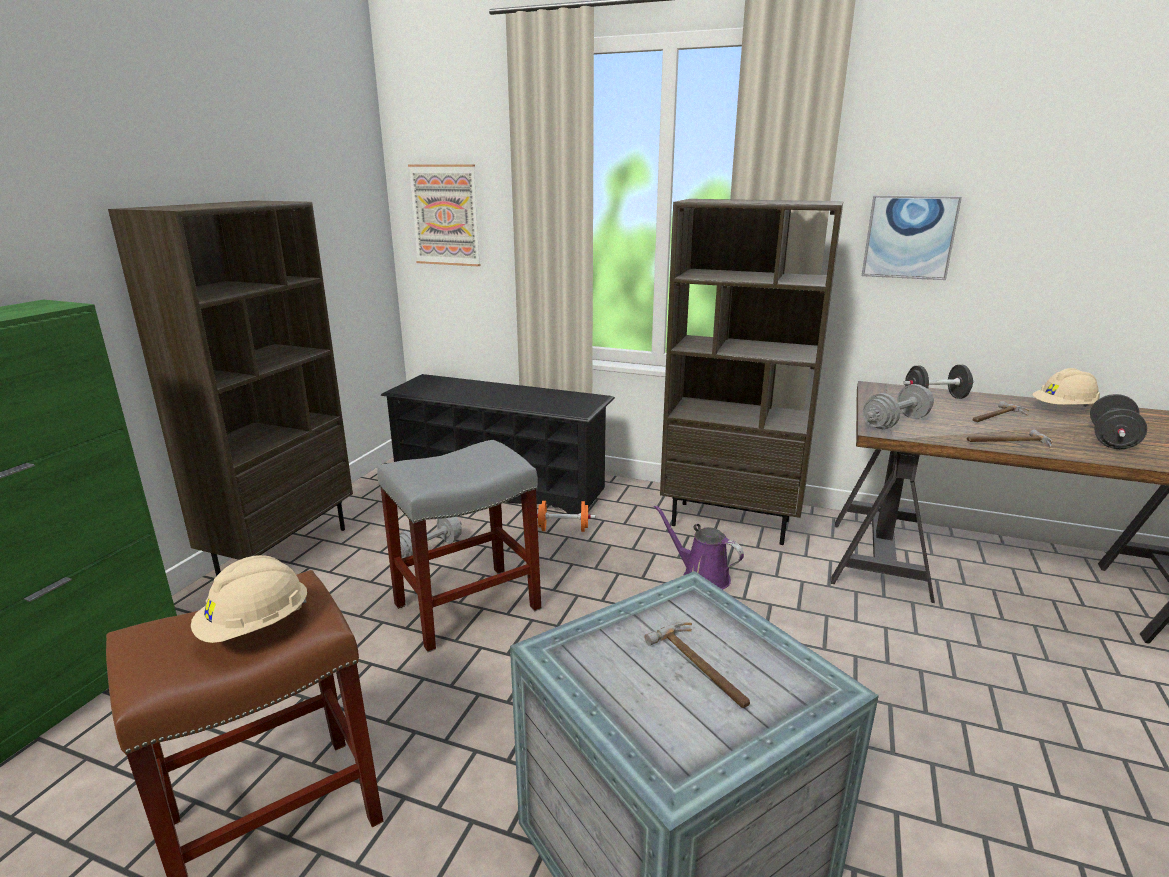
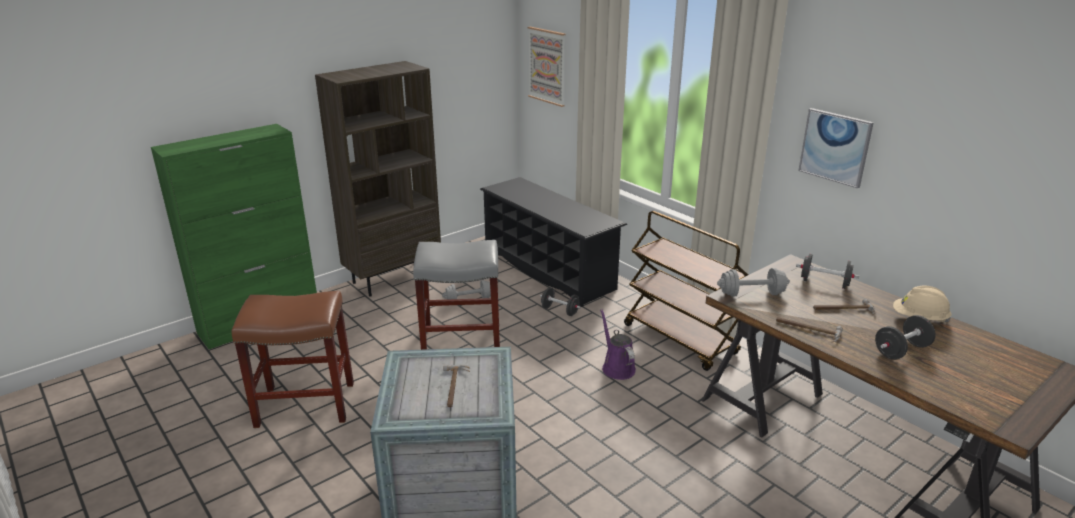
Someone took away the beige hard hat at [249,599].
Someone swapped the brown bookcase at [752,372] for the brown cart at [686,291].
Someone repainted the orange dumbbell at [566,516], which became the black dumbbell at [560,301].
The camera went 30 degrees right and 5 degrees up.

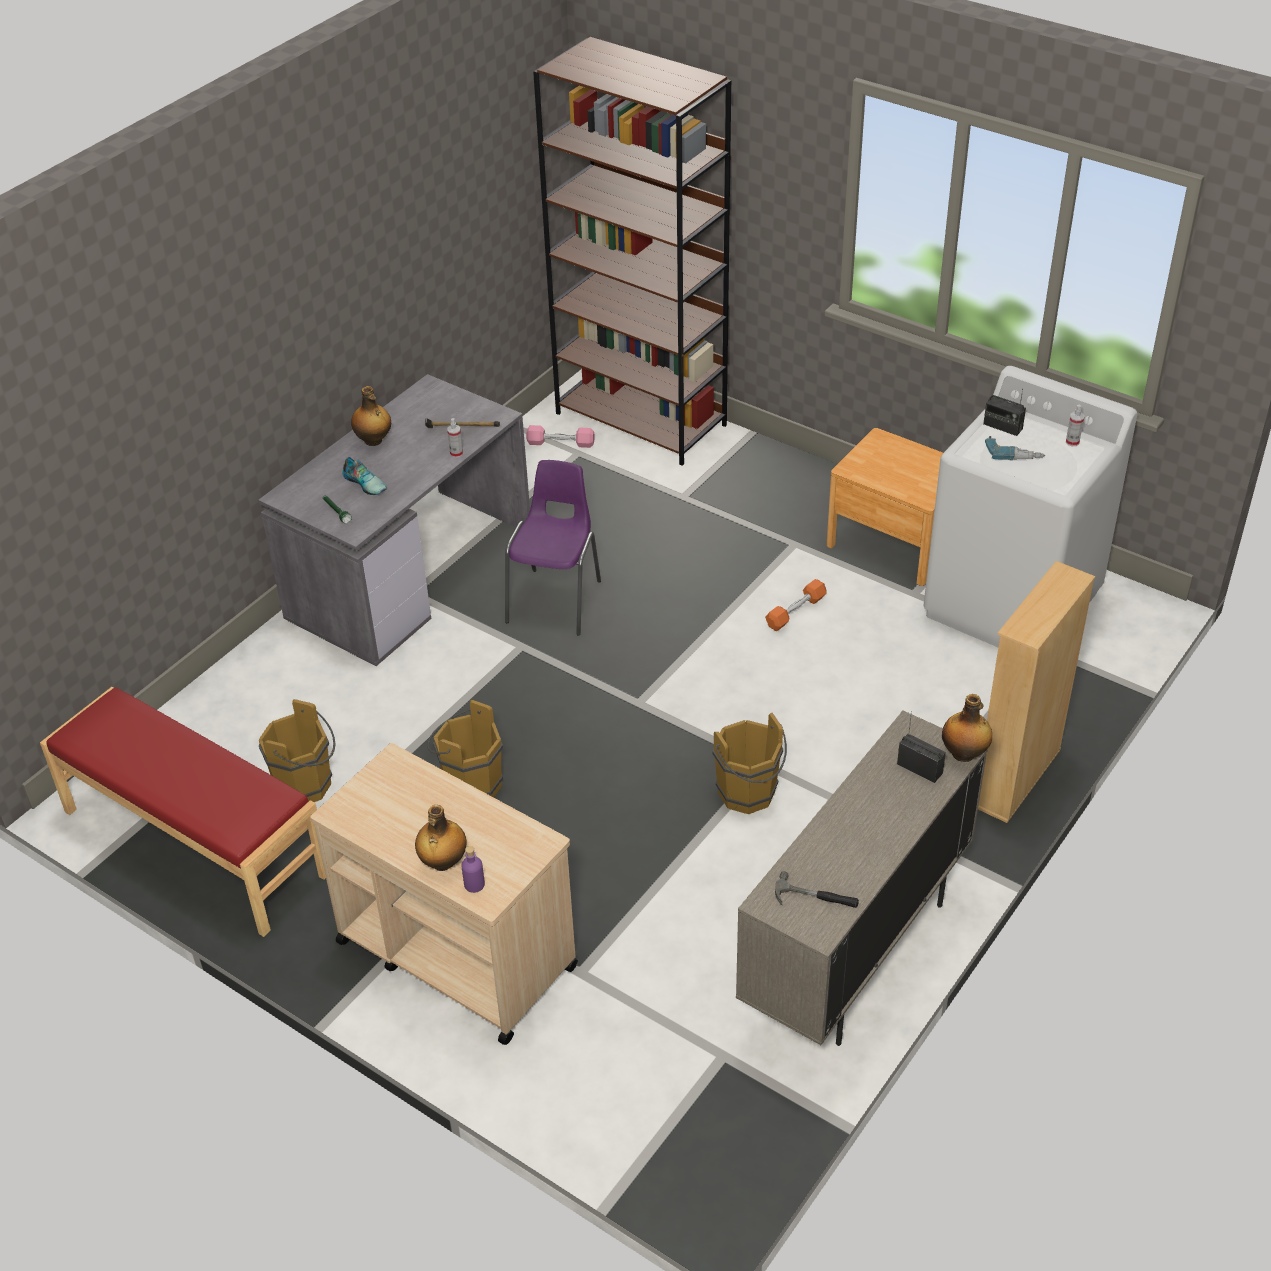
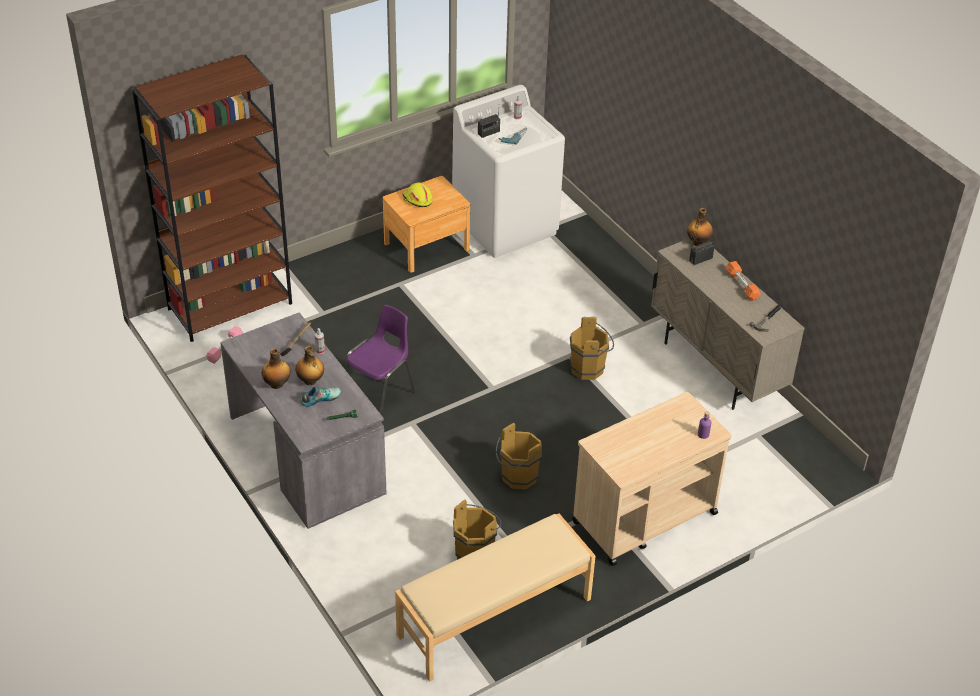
Someone took away the beige bookcase at [1036,692].
Someone put down the yellow hard hat at [417,195].
Someone carried the bottle from [441,838] to [310,365].
Someone carried the orange dumbbell from [796,605] to [743,281].
Someone repainted the red bench at [183,812], which became the beige bench at [495,598].
Someone rotated the purple chair at [553,548] by 90 degrees clockwise.
The camera went 70 degrees left and 0 degrees up.

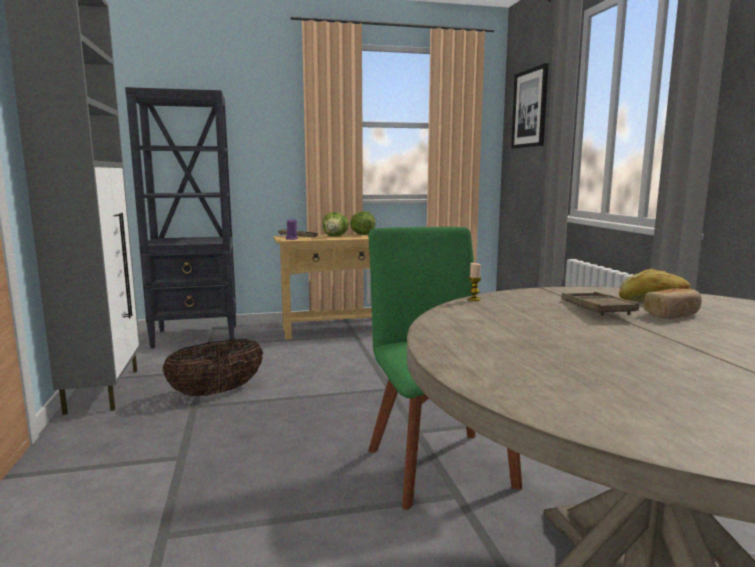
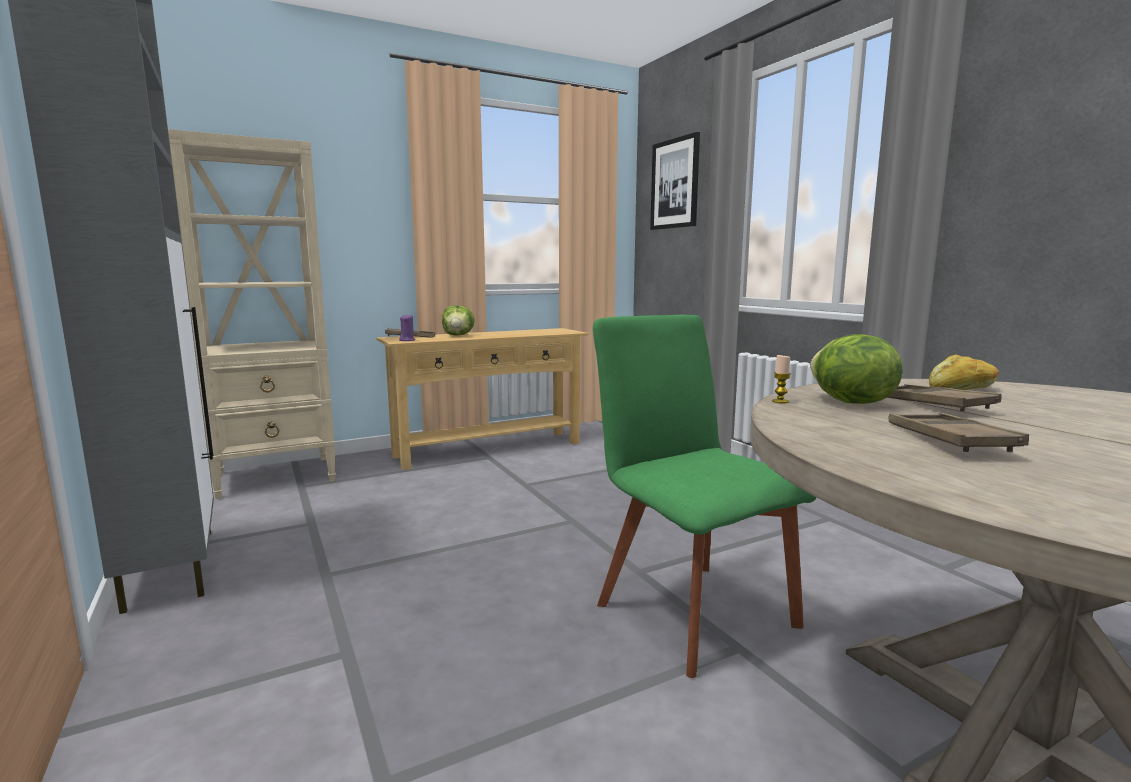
Someone took away the basket at [212,367].
Someone took away the bread at [673,303].
Someone put down the brown tray at [958,432].
Someone carried the lettuce from [362,223] to [856,369].
Someone repainted the black bookcase at [180,218], which became the beige bookcase at [252,314].
The camera went 15 degrees left and 0 degrees up.

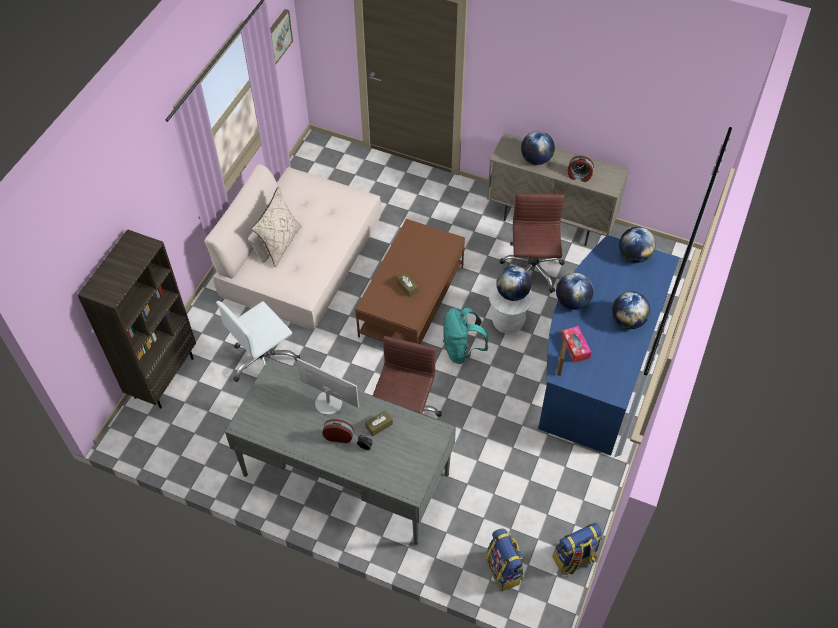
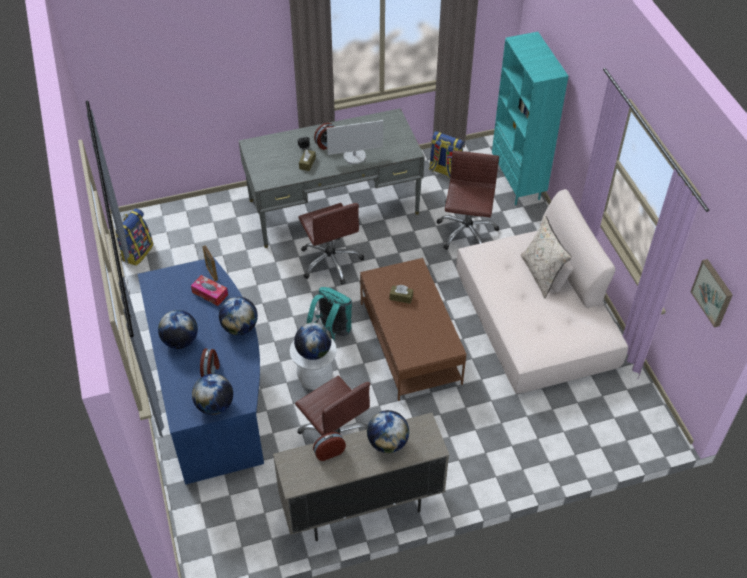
Someone put down the alarm clock at [210,363].
Someone carried the backpack from [505,560] to [446,154].
Someone repainted the brown bookcase at [137,319], which became the turquoise bookcase at [530,118].
Someone repainted the white office chair at [258,341], which became the brown office chair at [467,200].
The camera went 140 degrees right and 5 degrees down.

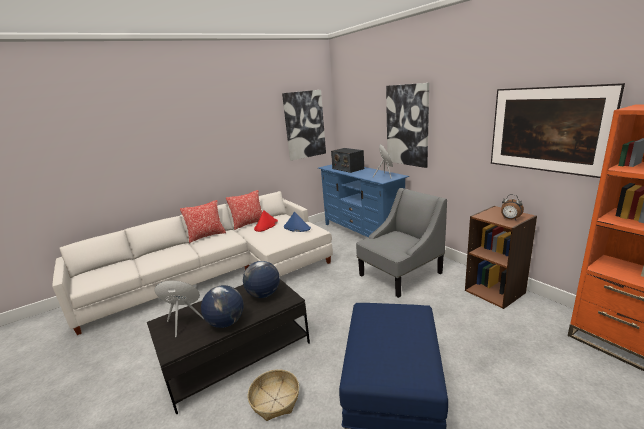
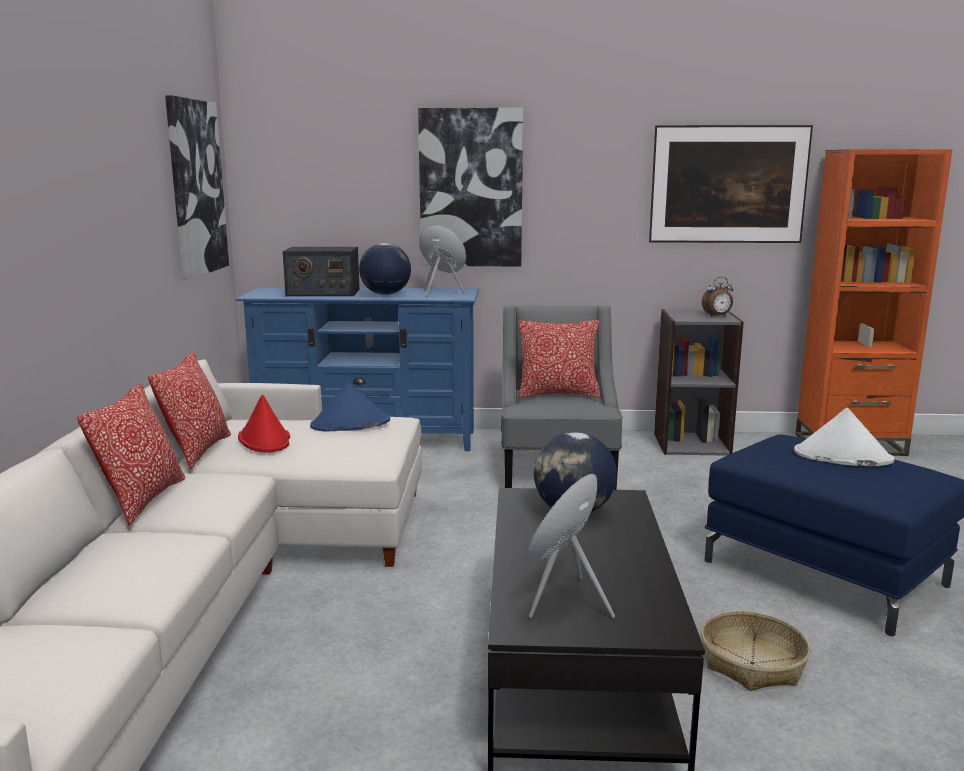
Someone put down the pillow at [559,359].
Someone put down the white hat at [844,436].
Someone carried the globe from [222,306] to [385,269].
Someone repainted the brown bookcase at [501,257], which became the grey bookcase at [699,382].
The camera went 55 degrees left and 5 degrees down.

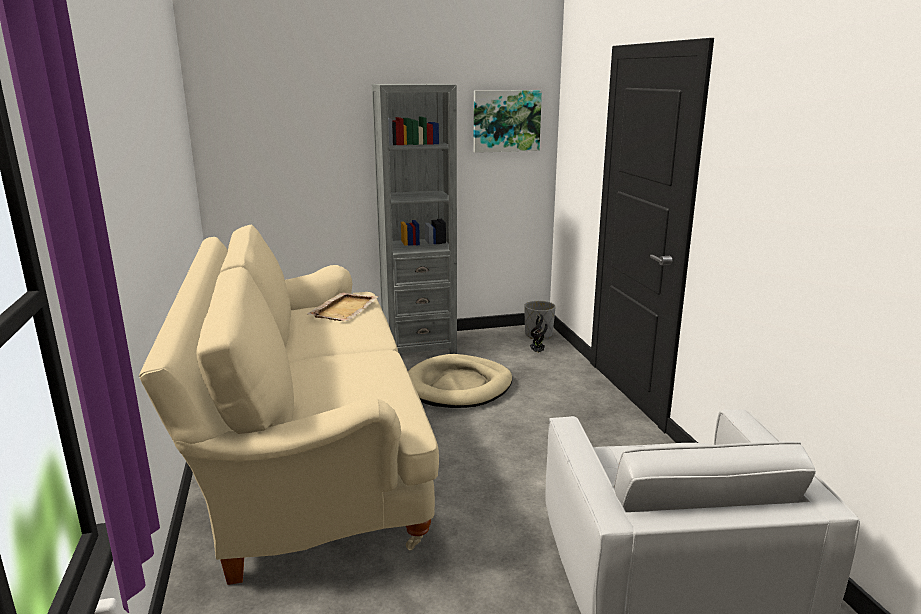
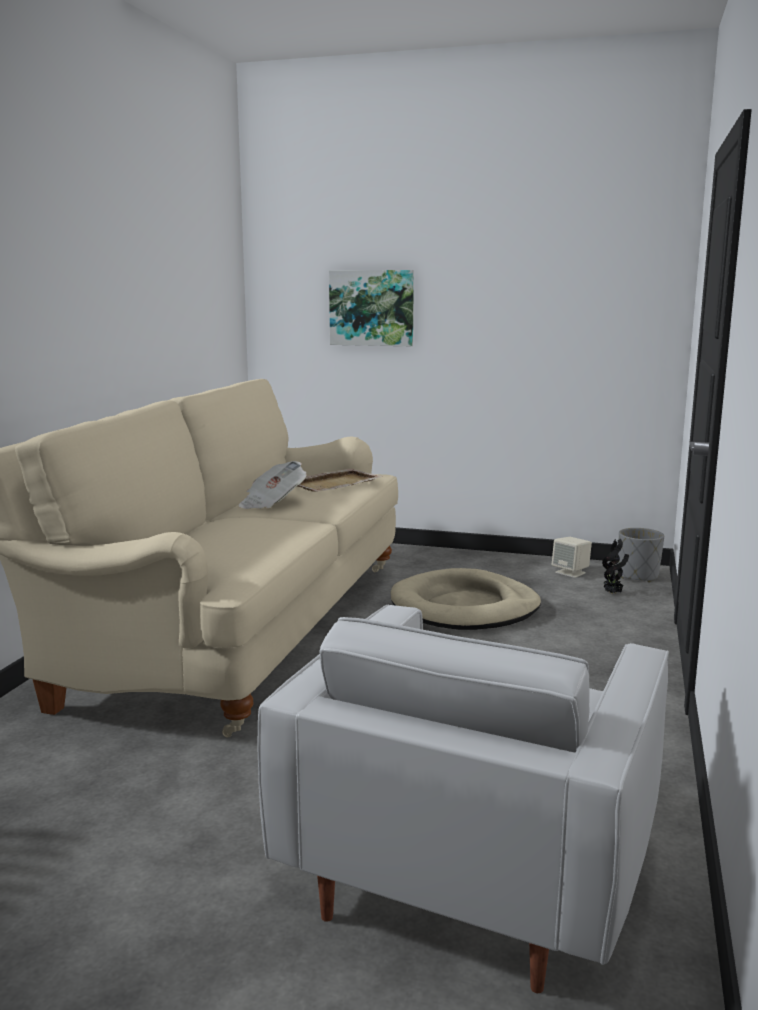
Someone took away the grey bookcase at [414,219].
Someone put down the newspaper at [272,485].
Someone put down the beige speaker at [572,557].
Someone carried the picture from [507,121] to [371,308].
The camera went 30 degrees right and 5 degrees down.

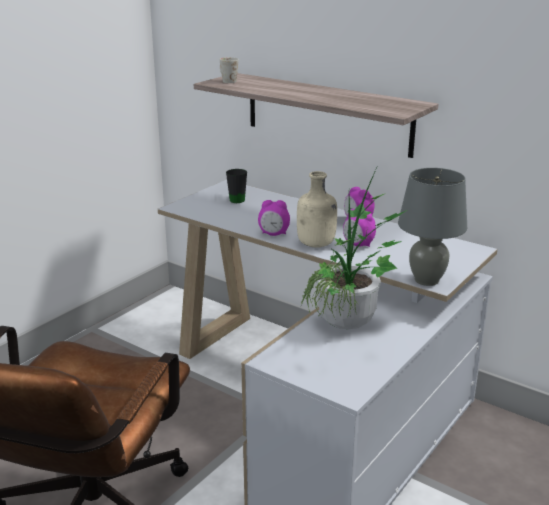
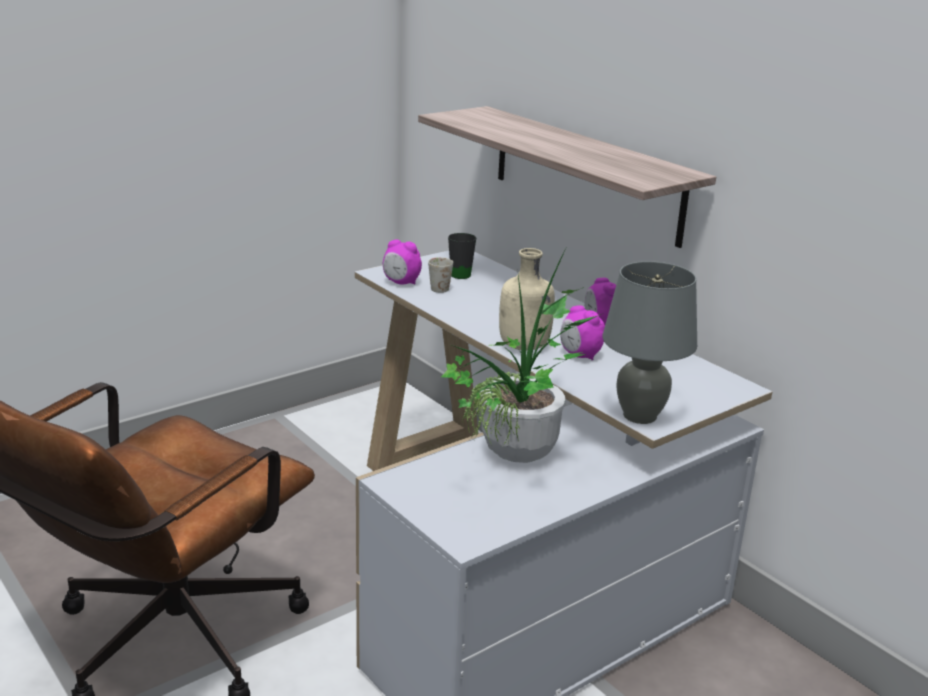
Someone carried the white mug from [229,70] to [440,275].
Someone carried the alarm clock from [274,218] to [402,262].
The camera went 15 degrees right and 0 degrees up.

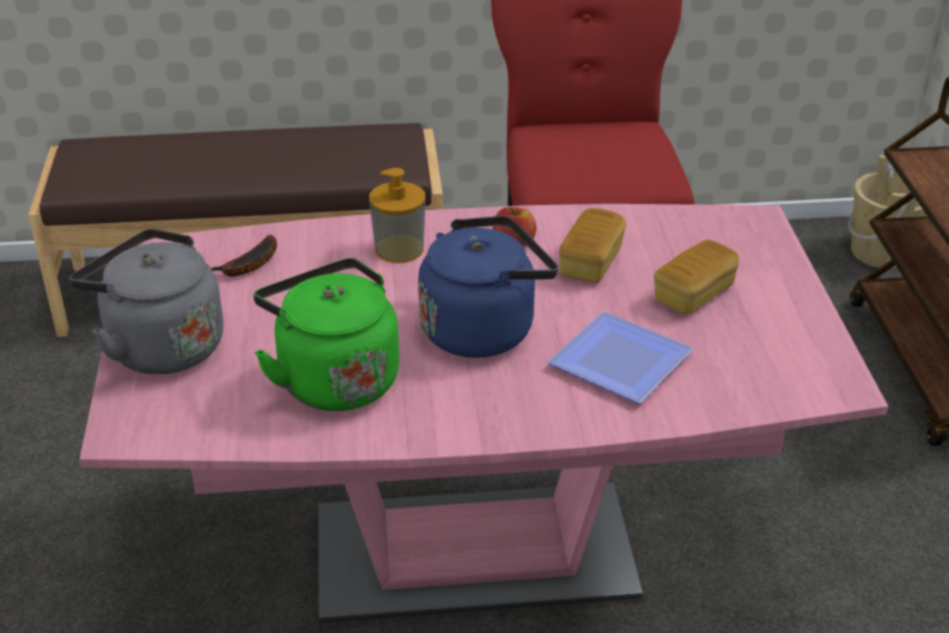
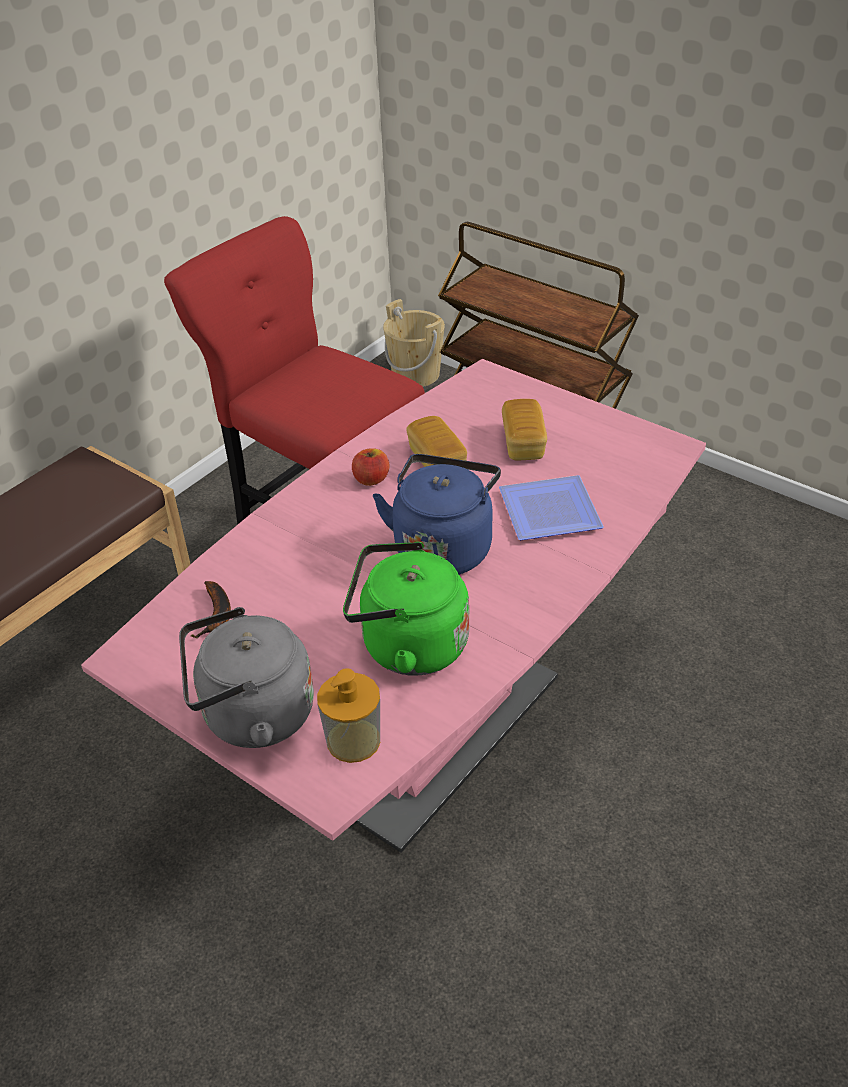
Someone carried the soap dispenser from [397,215] to [348,715].
The camera went 45 degrees left and 5 degrees up.

